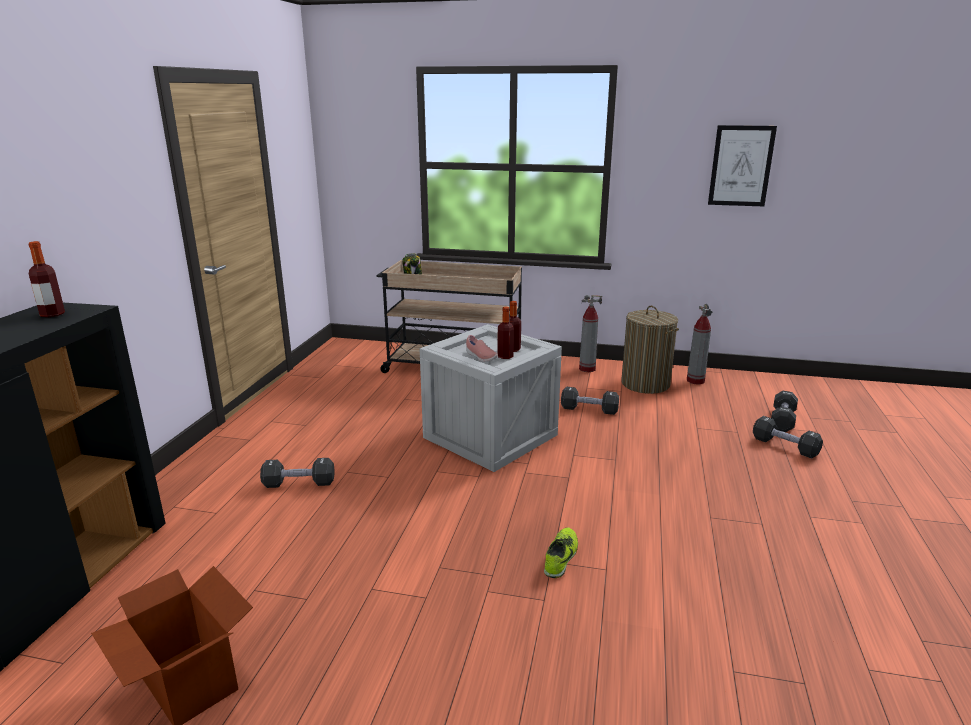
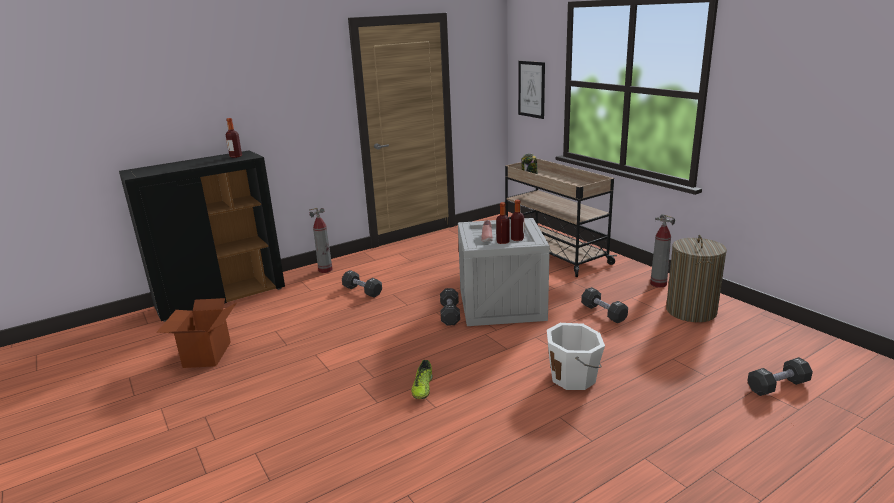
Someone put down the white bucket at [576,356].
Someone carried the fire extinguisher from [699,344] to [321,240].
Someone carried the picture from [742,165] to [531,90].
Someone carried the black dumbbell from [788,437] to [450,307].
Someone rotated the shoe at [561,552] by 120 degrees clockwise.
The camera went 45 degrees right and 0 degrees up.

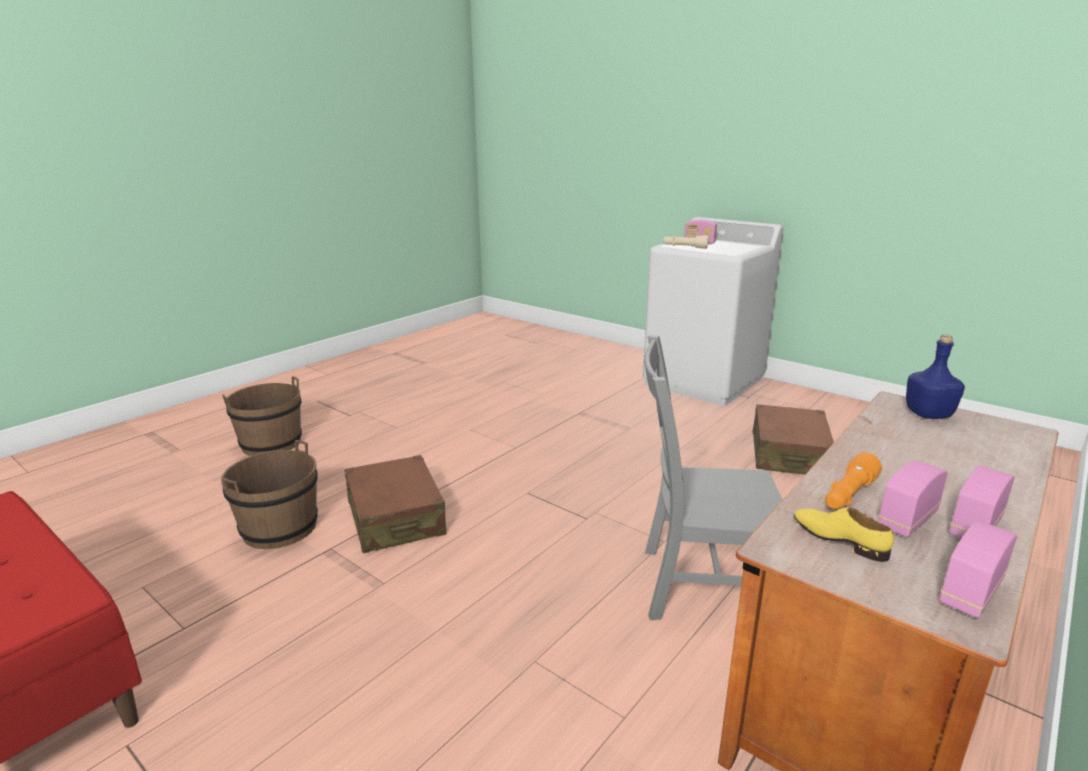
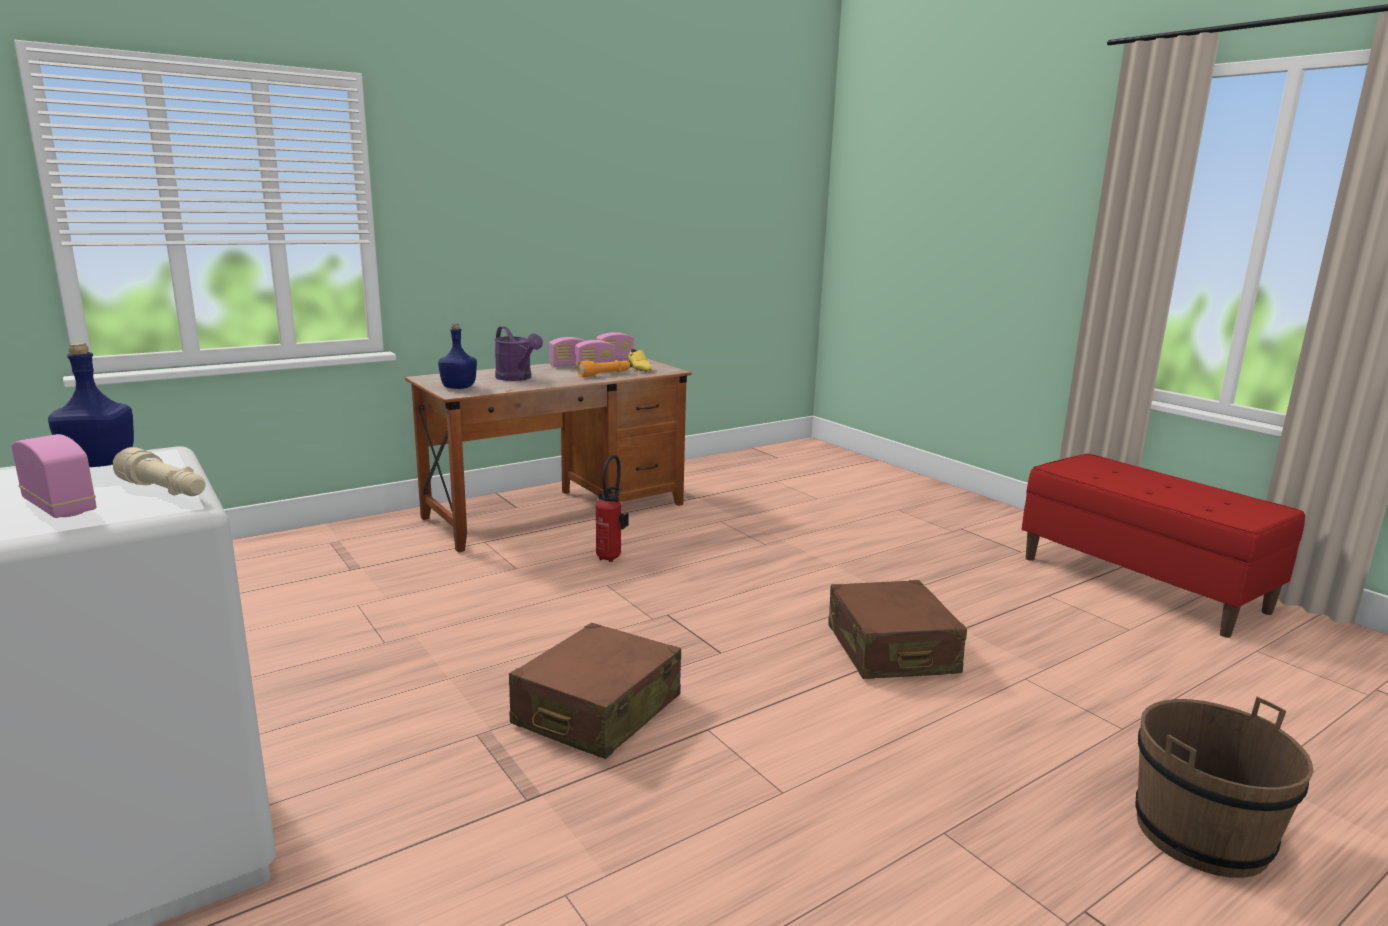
Someone took away the brown bucket at [269,494].
Someone put down the blue bottle at [91,405].
Someone put down the purple watering can at [518,353].
Someone carried the brown suitcase from [793,439] to [595,691].
Someone swapped the grey chair at [713,477] for the fire extinguisher at [612,508].
The camera went 165 degrees left and 5 degrees down.

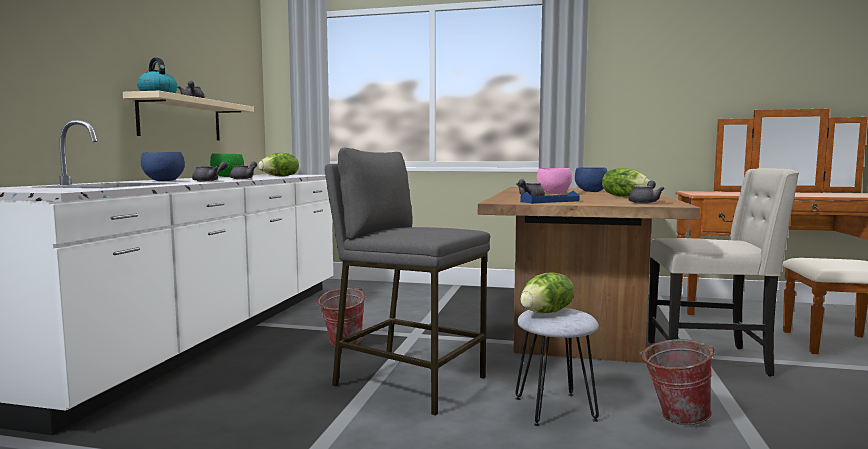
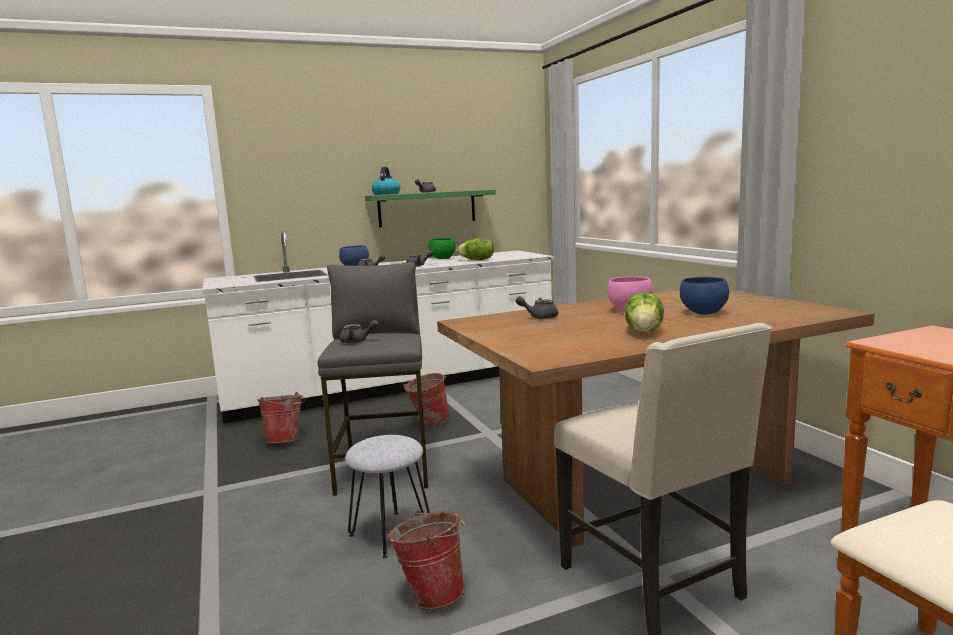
Someone took away the blue tray at [549,197].
Someone took away the lettuce at [547,293].
Someone put down the bucket at [281,417].
Someone carried the grey teapot from [646,192] to [359,331].
Someone repainted the beige shelf at [188,115], which became the green shelf at [430,208].
The camera went 55 degrees right and 5 degrees up.

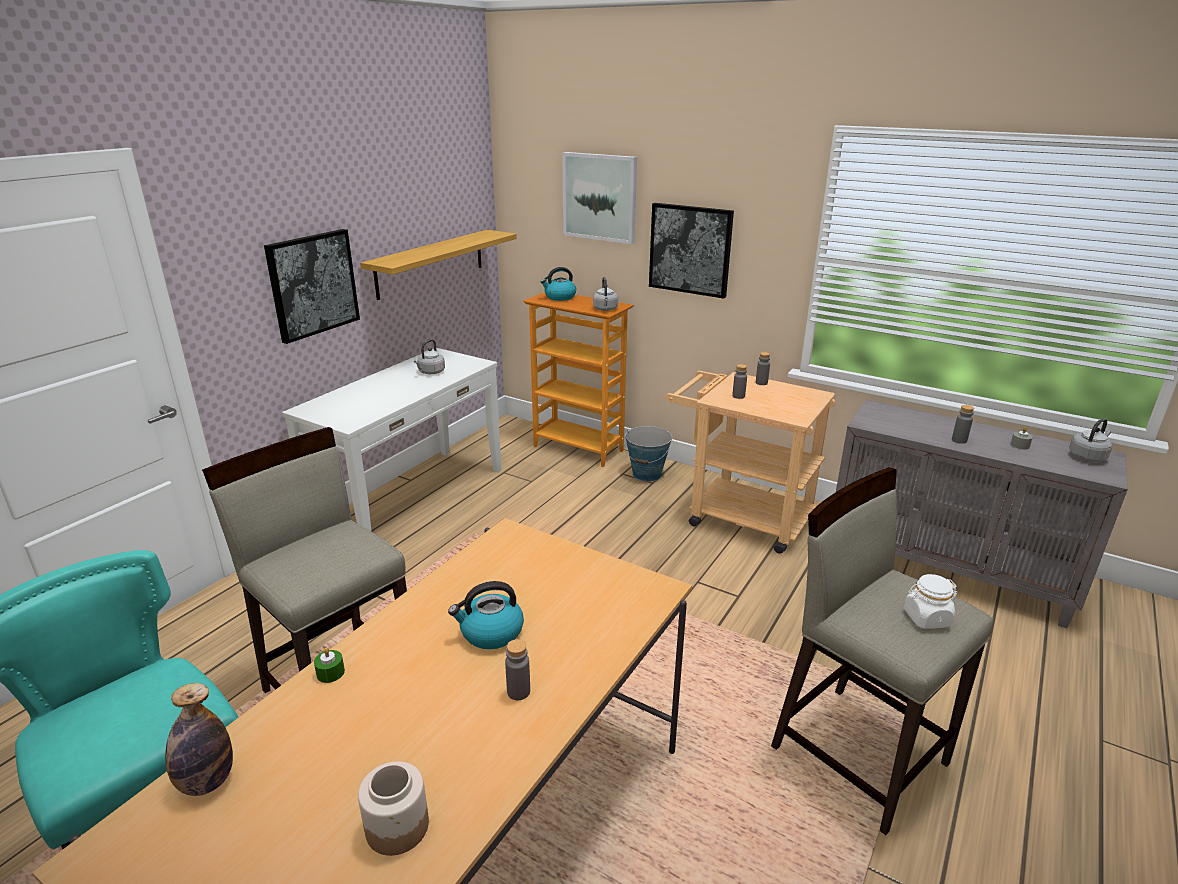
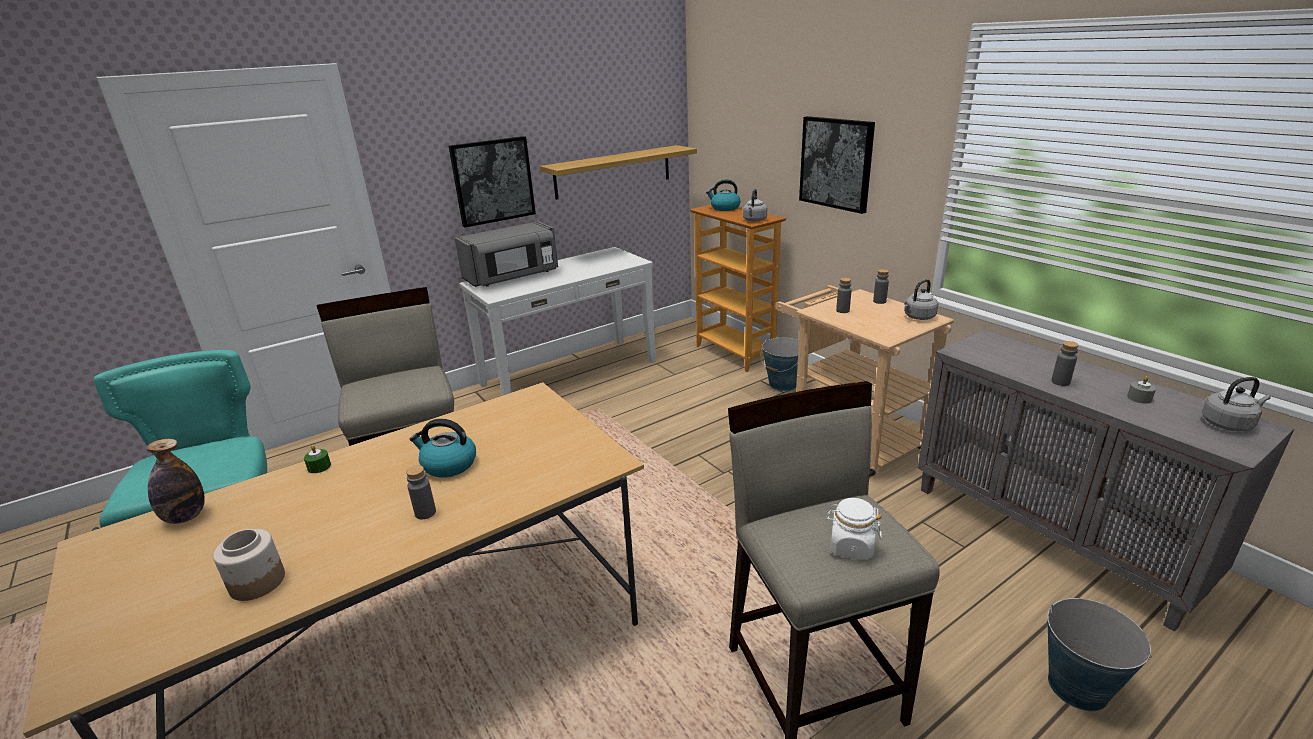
Someone took away the picture at [599,198].
Someone put down the grey microwave at [506,254].
Someone put down the bucket at [1099,654].
Someone carried the grey kettle from [429,356] to [921,299].
The camera went 25 degrees right and 0 degrees up.

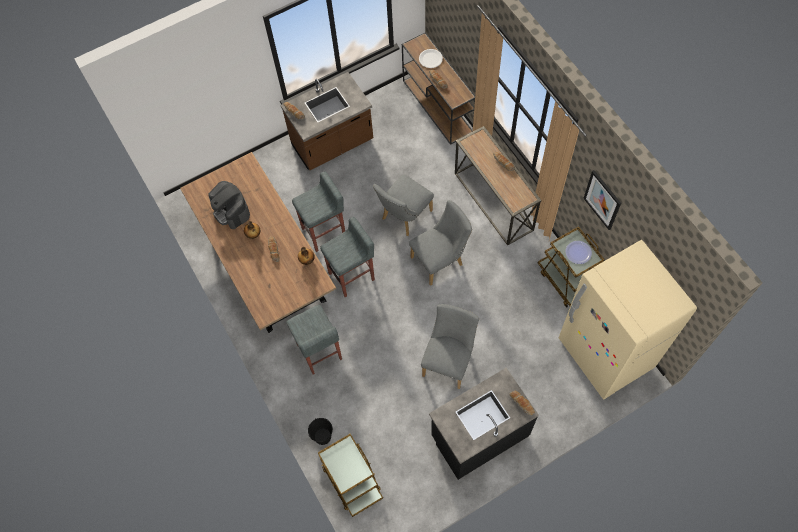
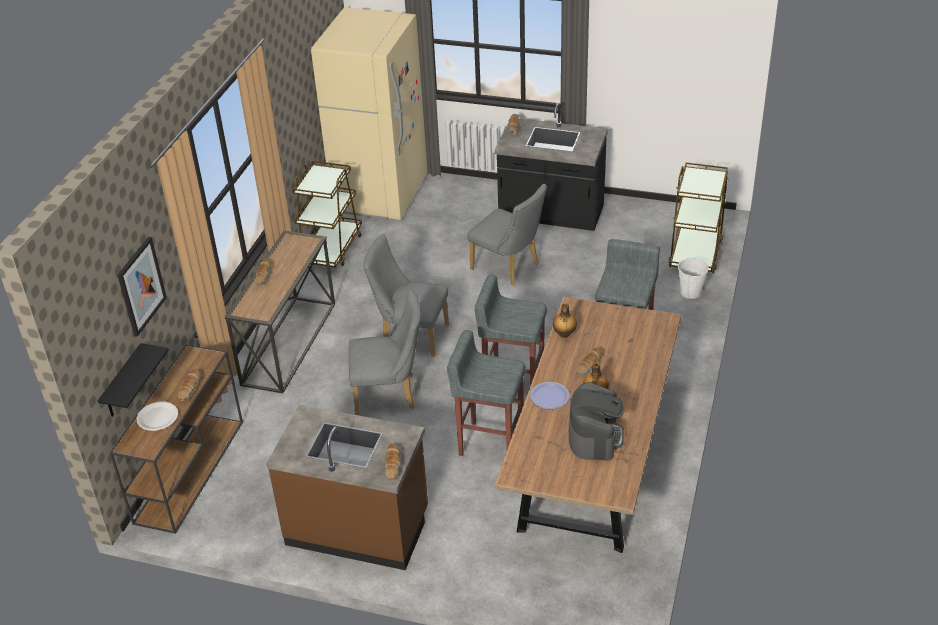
Someone put up the black shelf at [133,380].
Someone carried the plate from [578,252] to [550,395].
Someone carried the picture from [602,200] to [142,287].
Someone repainted the black bucket at [320,431], which became the white bucket at [693,278].
Someone rotated the grey chair at [450,346] by 120 degrees counterclockwise.
The camera went 135 degrees left and 25 degrees down.

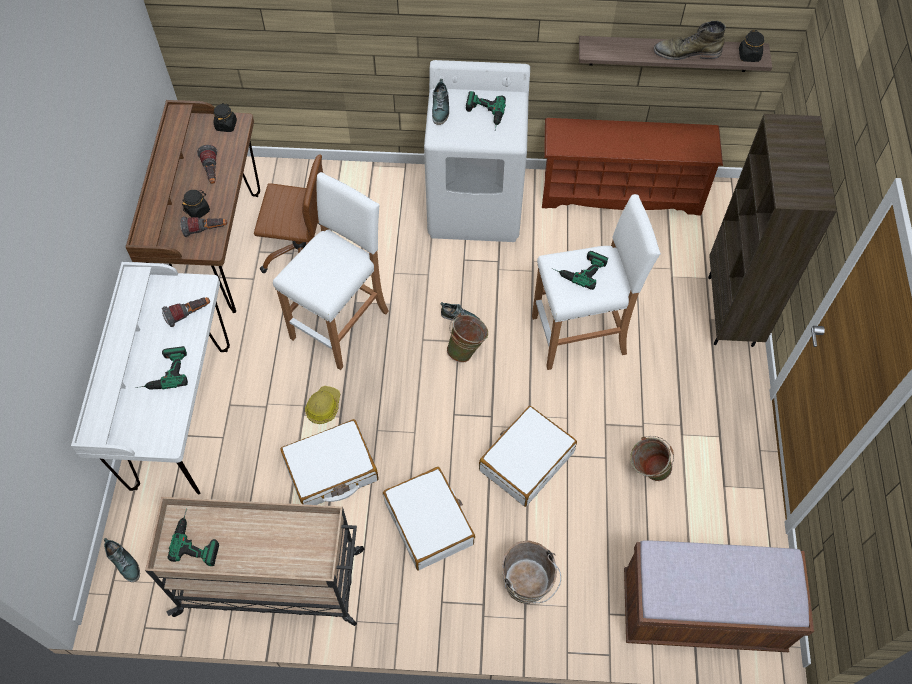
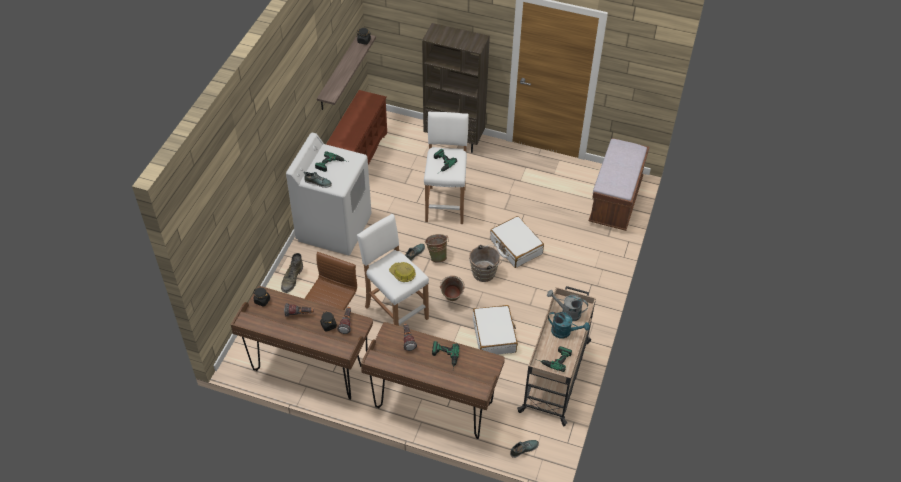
Someone took away the white suitcase at [429,518].
Someone put down the grey watering can at [567,305].
Someone put down the turquoise watering can at [569,325].
Someone carried the hard hat from [322,405] to [402,272].
Someone carried the brown bucket from [531,572] to [486,263].
Someone carried the green bucket from [652,458] to [452,288].
Someone carried the green boot from [690,40] to [292,273].
Someone repainted the white desk at [150,378], which became the brown desk at [433,380].
The camera went 75 degrees left and 10 degrees down.

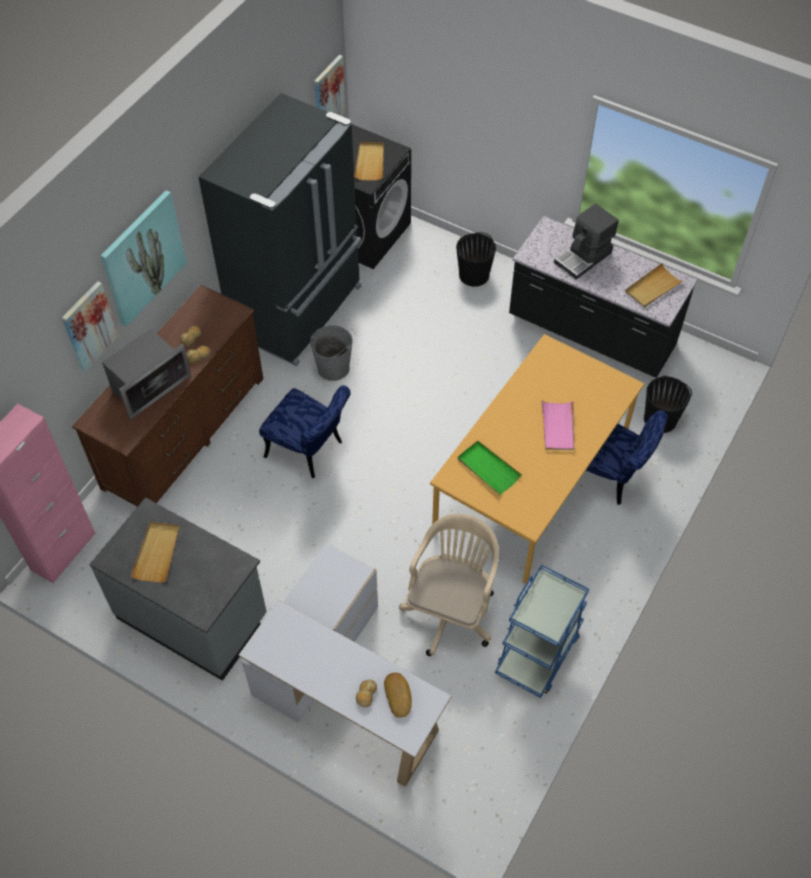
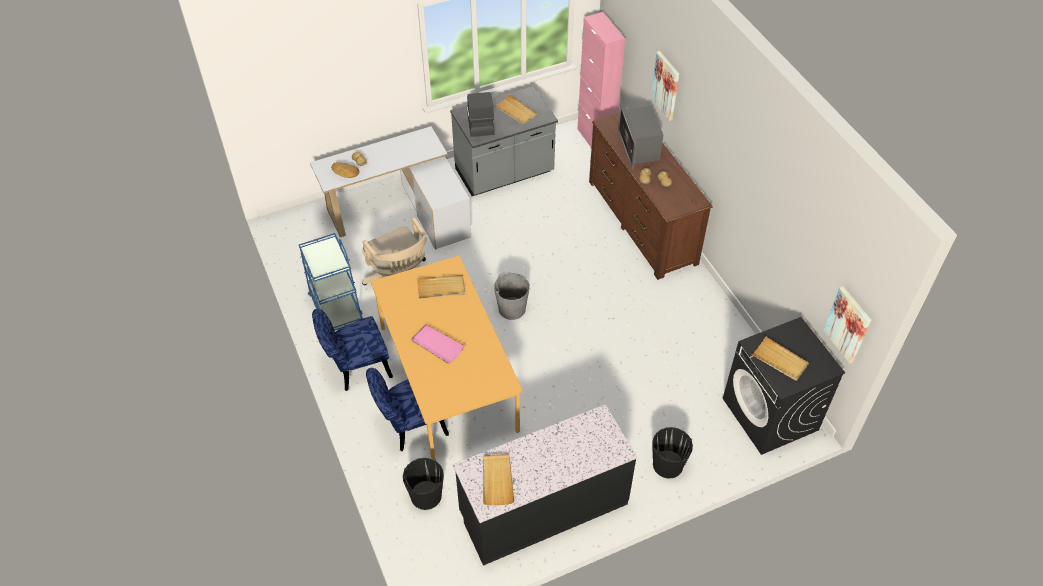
Someone took away the picture at [144,258].
Someone took away the black fridge at [279,229].
Someone carried the blue chair from [305,431] to [352,350].
Someone carried the grey bucket from [331,353] to [512,296].
Someone carried the coffee machine from [586,241] to [481,114].
Someone repainted the green tray at [490,468], which became the beige tray at [441,287].
The camera went 125 degrees right and 5 degrees down.

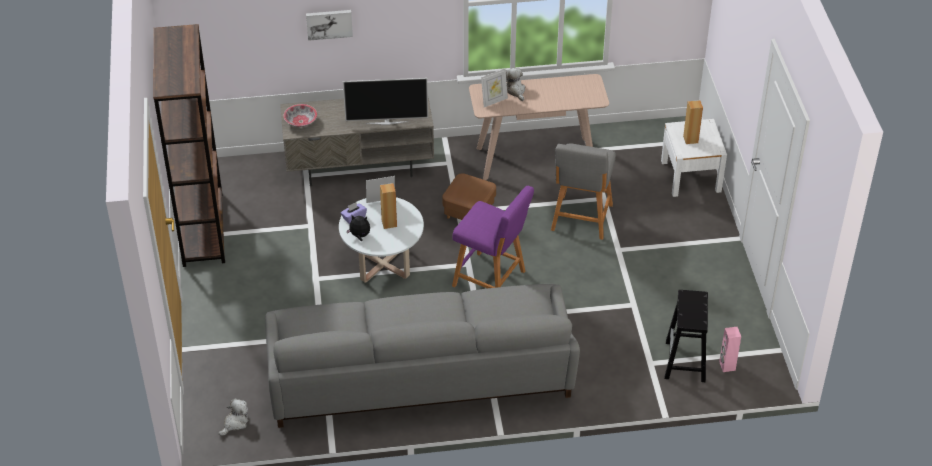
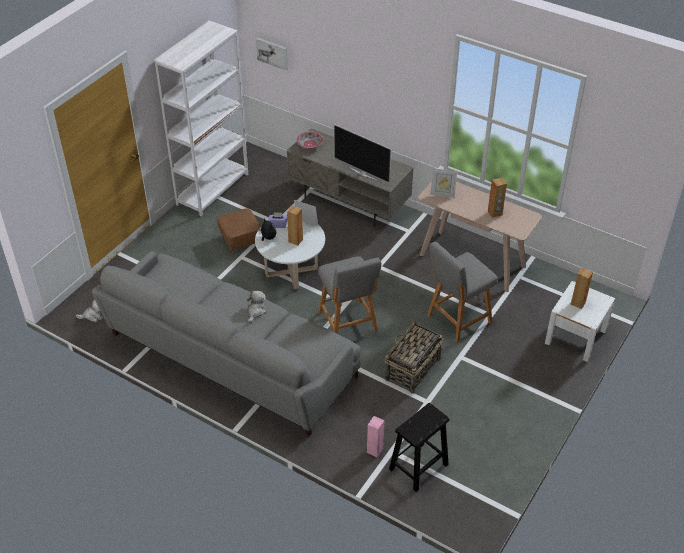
Someone put down the basket at [414,357].
Someone put down the brown speaker at [497,198].
Someone carried the picture from [329,25] to [272,54].
Someone carried the brown ottoman from [469,196] to [239,231].
Someone carried the plush toy from [515,84] to [257,307].
Someone carried the pink speaker from [730,349] to [375,436].
Someone repainted the brown bookcase at [189,145], which became the white bookcase at [201,118].
Someone repainted the purple stool at [493,237], which became the grey stool at [350,295].
The camera went 40 degrees right and 0 degrees up.

